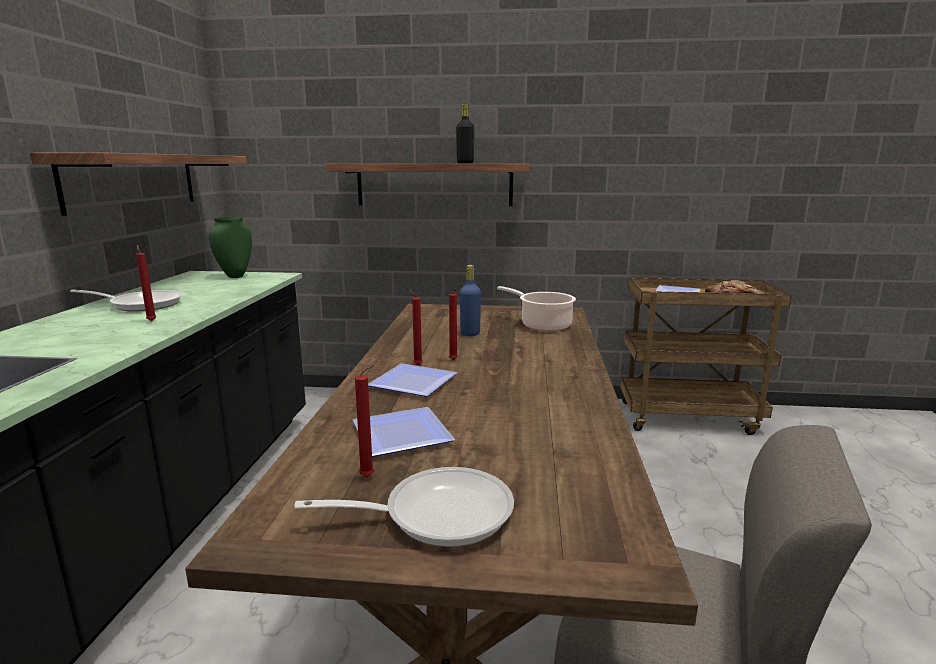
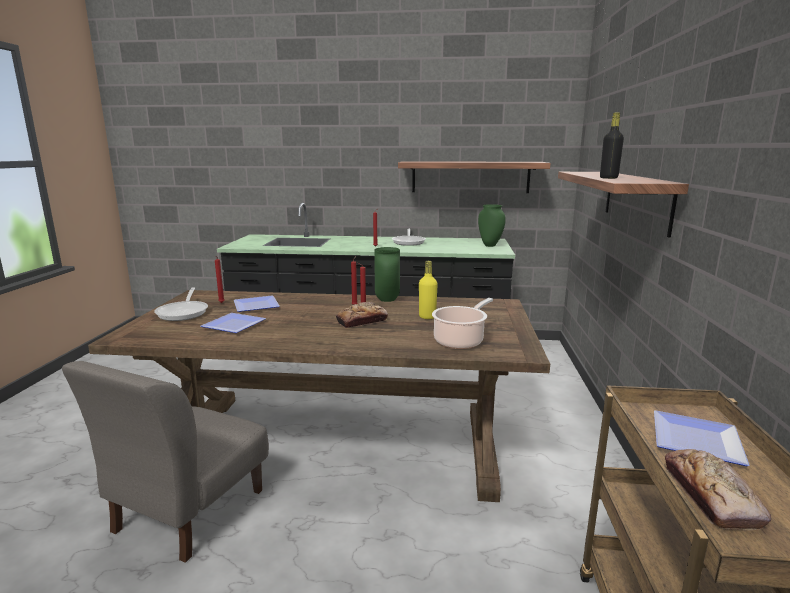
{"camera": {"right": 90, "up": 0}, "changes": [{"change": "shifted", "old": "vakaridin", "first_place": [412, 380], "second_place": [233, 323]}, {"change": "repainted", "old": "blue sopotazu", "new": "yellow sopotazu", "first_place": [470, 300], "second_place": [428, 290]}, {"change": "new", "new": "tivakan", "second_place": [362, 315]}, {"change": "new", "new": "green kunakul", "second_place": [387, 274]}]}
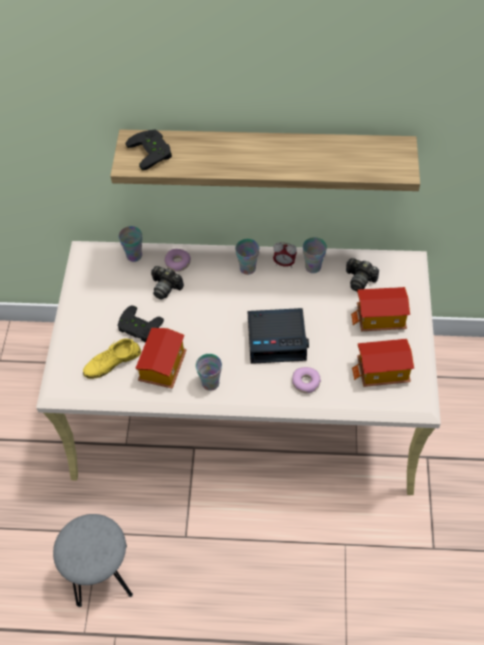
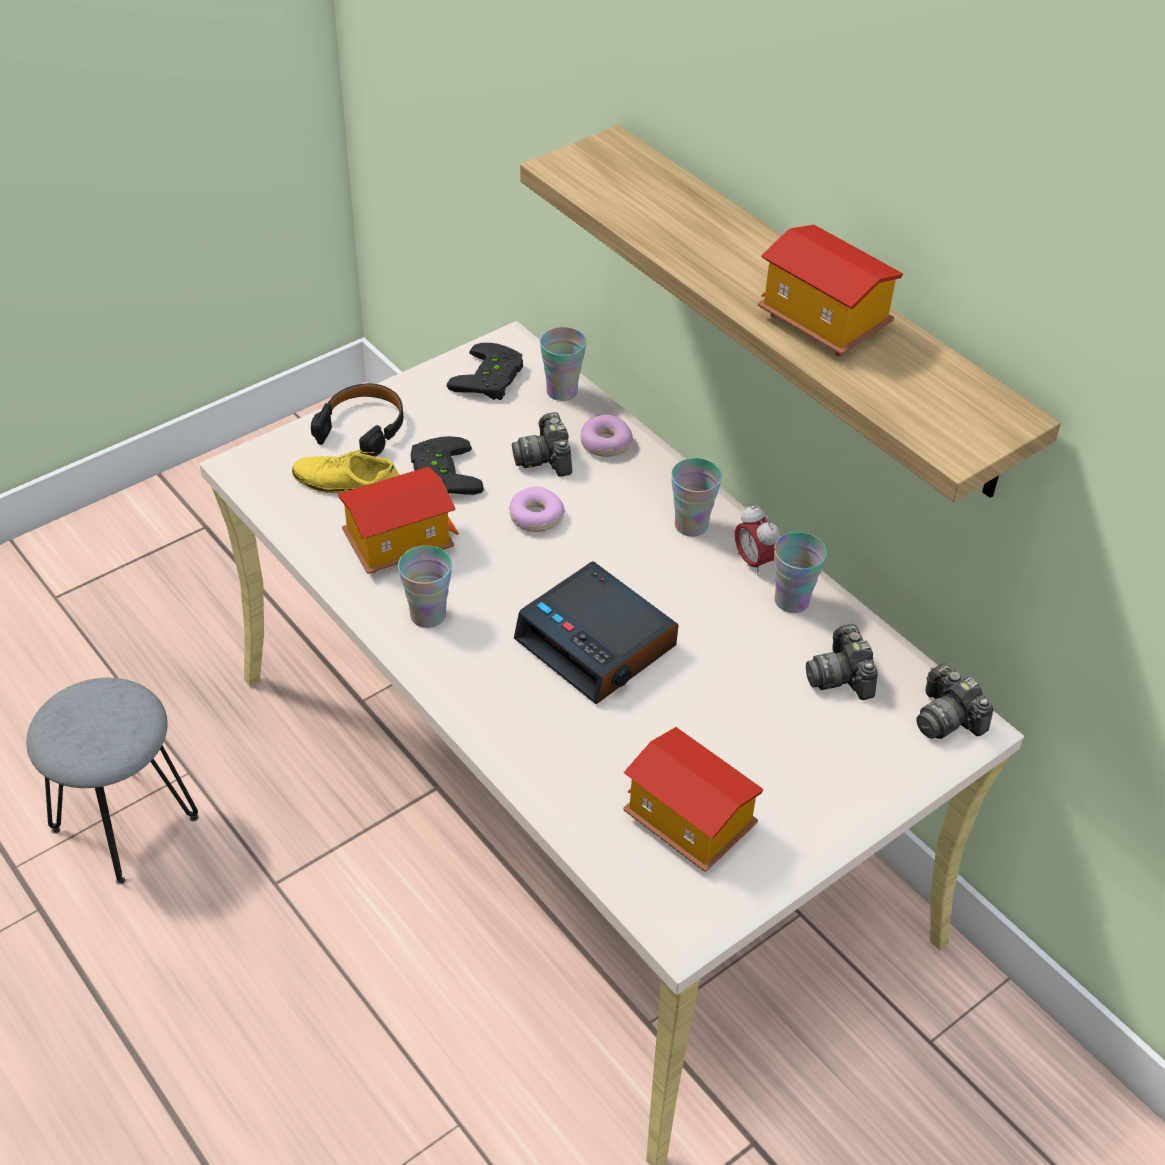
{"camera": {"right": 45, "up": -10}, "changes": [{"change": "shifted", "old": "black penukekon", "first_place": [149, 149], "second_place": [485, 371]}, {"change": "shifted", "old": "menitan", "first_place": [306, 380], "second_place": [537, 509]}, {"change": "shifted", "old": "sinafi", "first_place": [380, 309], "second_place": [831, 290]}, {"change": "new", "new": "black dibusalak", "second_place": [357, 420]}, {"change": "new", "new": "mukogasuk", "second_place": [955, 701]}]}
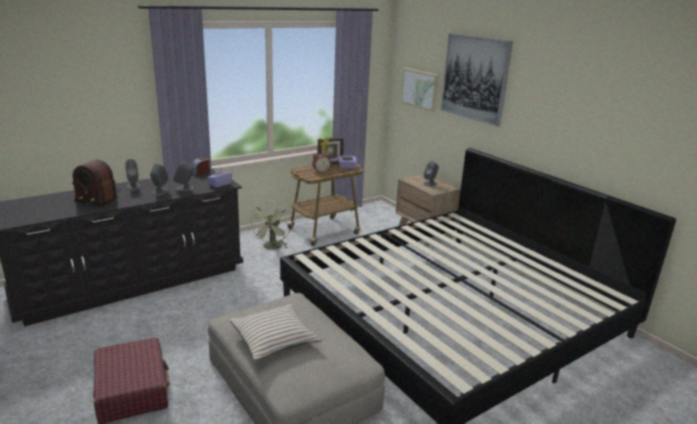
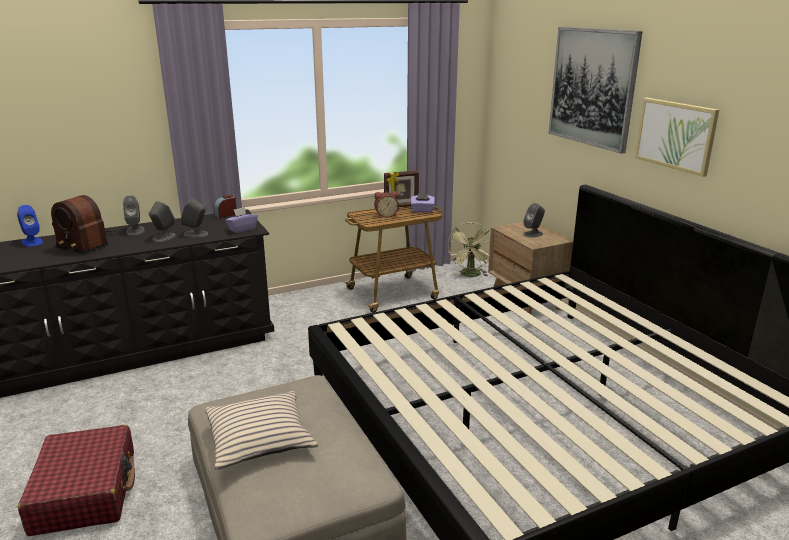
{"camera": {"right": 10, "up": 0}, "changes": [{"change": "shifted", "old": "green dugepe", "first_place": [270, 226], "second_place": [469, 249]}, {"change": "shifted", "old": "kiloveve", "first_place": [420, 90], "second_place": [677, 137]}, {"change": "new", "new": "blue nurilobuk", "second_place": [30, 226]}]}
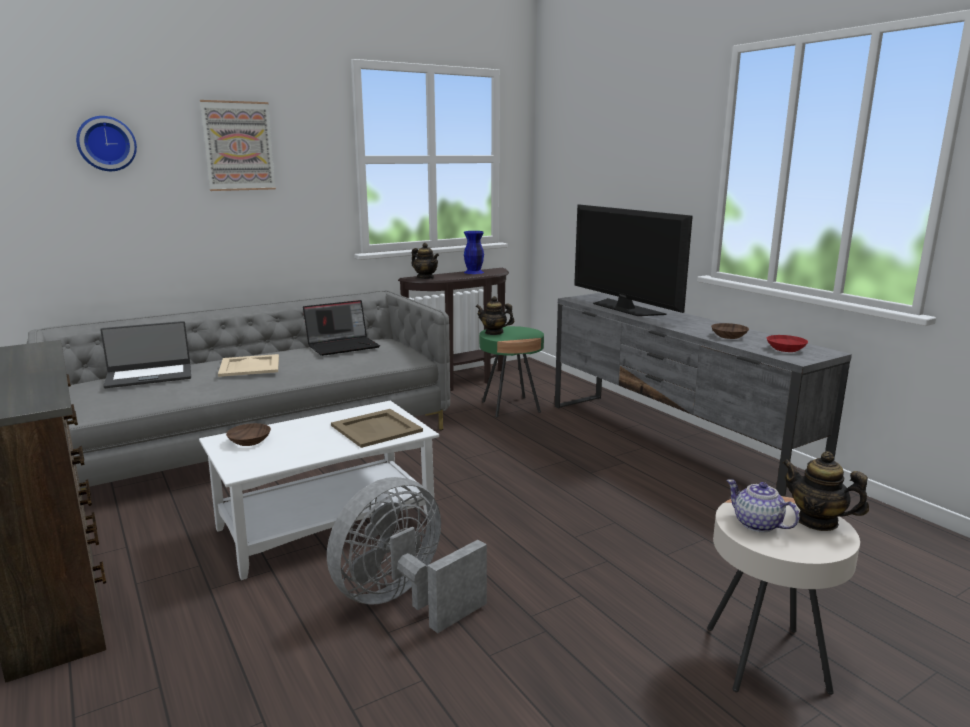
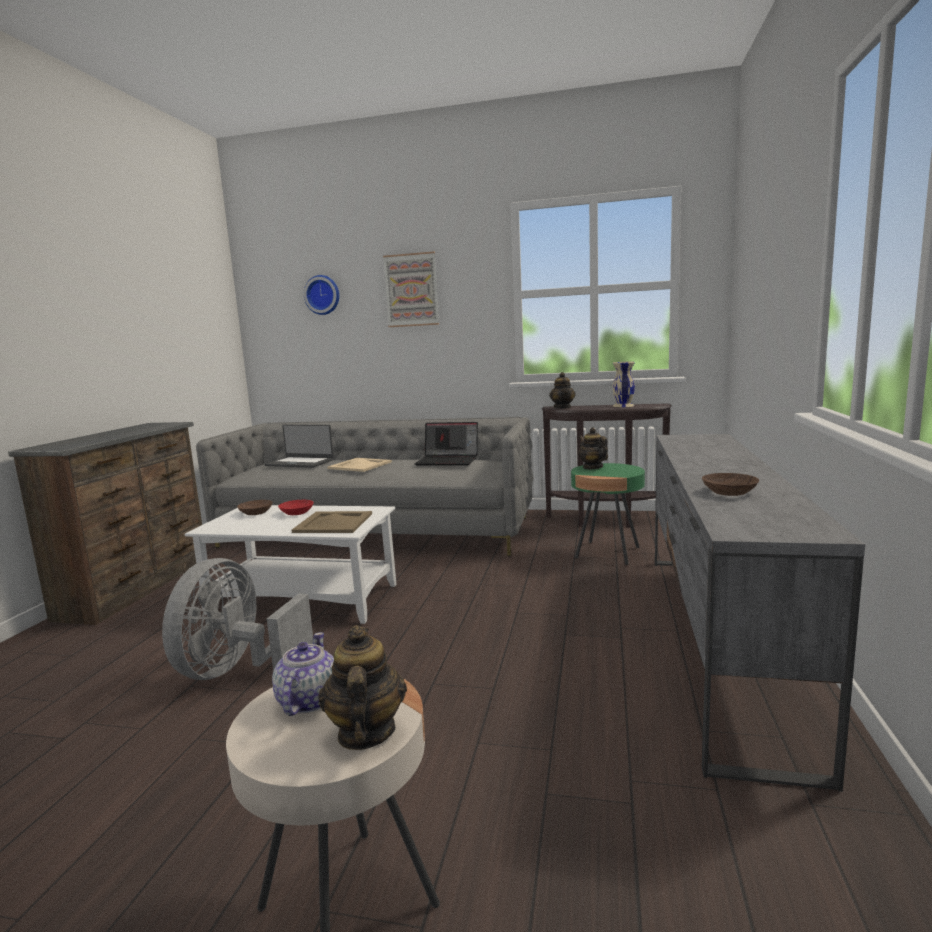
{"camera": {"right": 45, "up": -5}, "changes": [{"change": "rotated", "old": "grey dugepe", "first_place": [407, 555], "second_place": [237, 619], "degrees": -75}, {"change": "repainted", "old": "blue kunakul", "new": "beige kunakul", "first_place": [474, 252], "second_place": [623, 384]}, {"change": "gone", "old": "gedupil", "first_place": [633, 260]}, {"change": "shifted", "old": "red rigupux", "first_place": [787, 343], "second_place": [296, 507]}]}
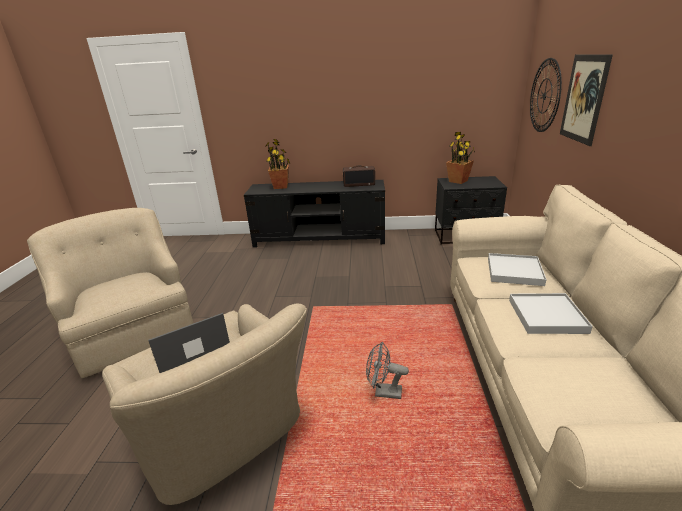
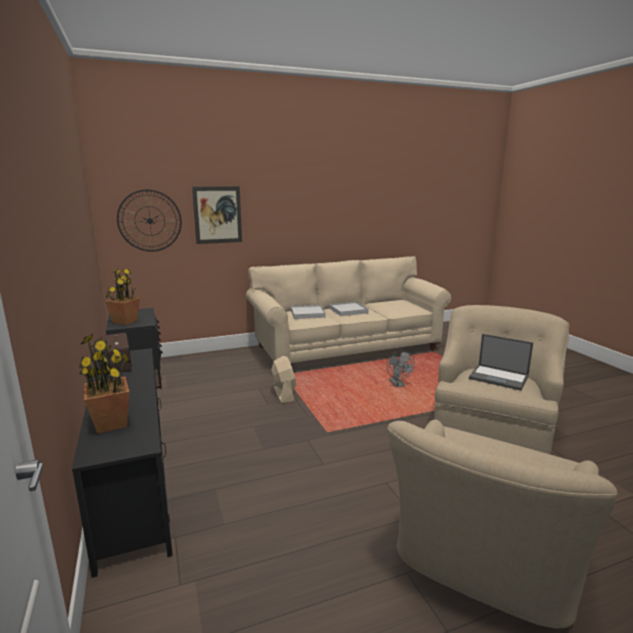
{"camera": {"right": -115, "up": -10}, "changes": [{"change": "new", "new": "beige dugepe", "second_place": [283, 379]}]}
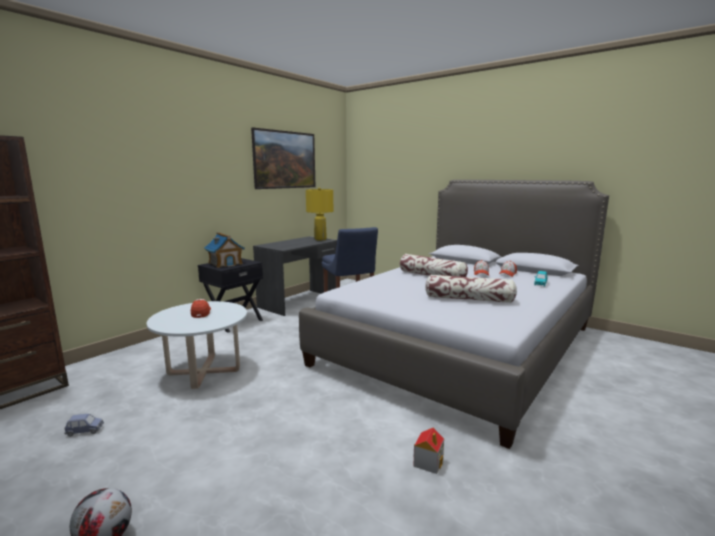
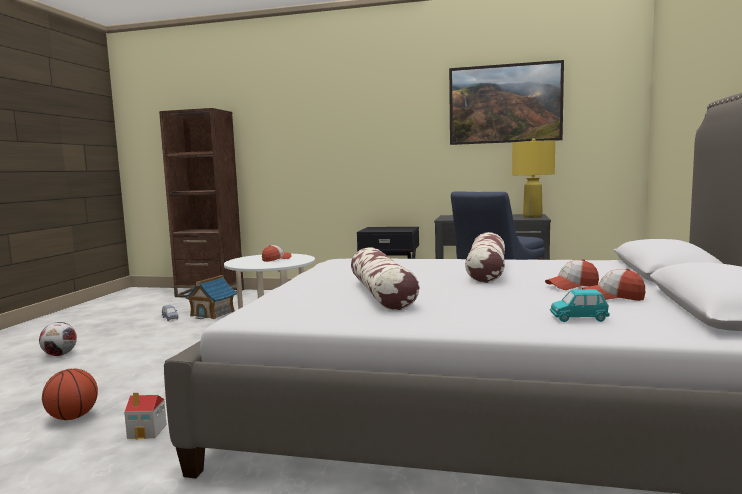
{"camera": {"right": 65, "up": -5}, "changes": [{"change": "shifted", "old": "sinafi", "first_place": [224, 250], "second_place": [211, 297]}, {"change": "new", "new": "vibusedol", "second_place": [70, 394]}]}
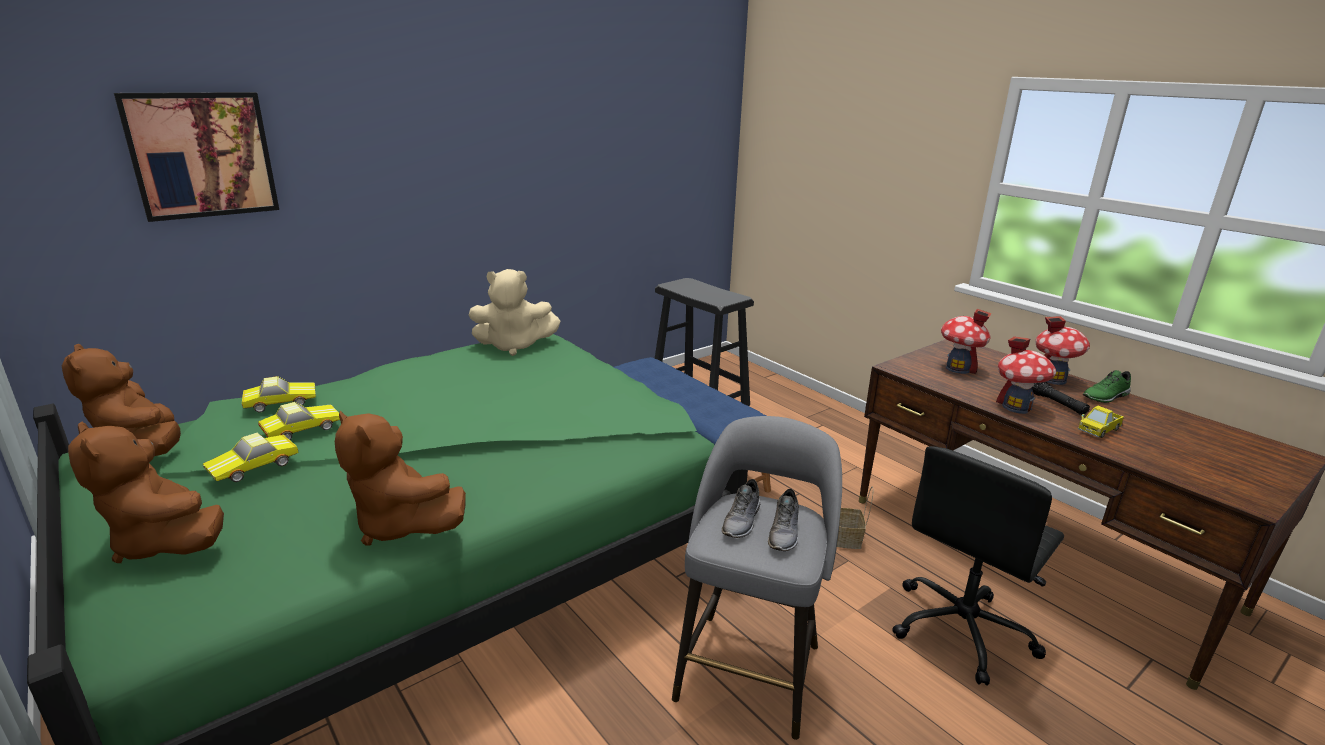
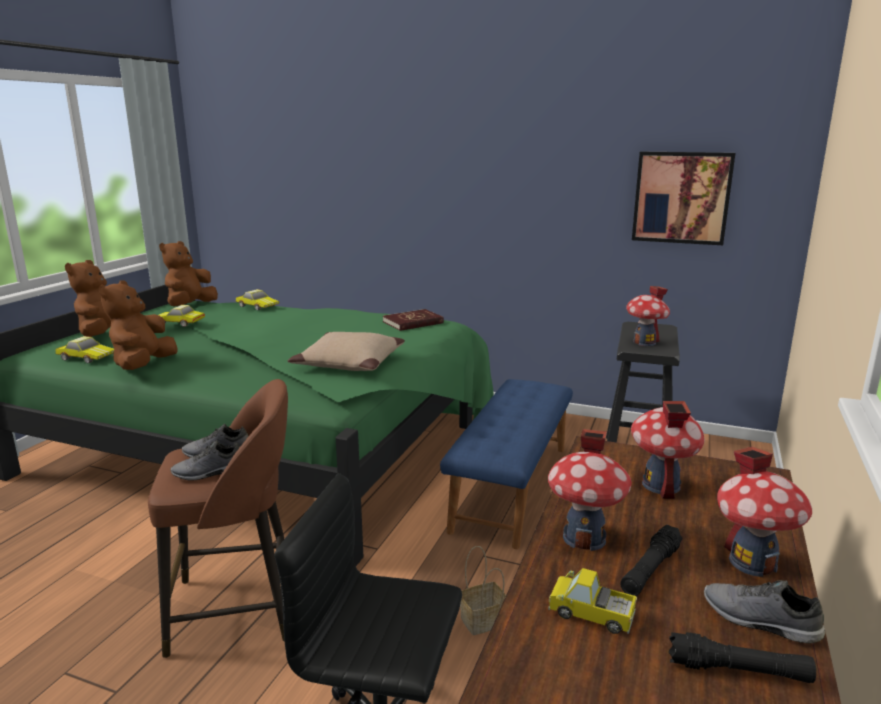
{"camera": {"right": 60, "up": -5}, "changes": [{"change": "shifted", "old": "kiloveve", "first_place": [196, 157], "second_place": [683, 198]}, {"change": "shifted", "old": "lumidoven", "first_place": [299, 421], "second_place": [84, 349]}, {"change": "swapped", "old": "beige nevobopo", "new": "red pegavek", "first_place": [515, 312], "second_place": [413, 320]}, {"change": "repainted", "old": "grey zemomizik", "new": "brown zemomizik", "first_place": [757, 578], "second_place": [218, 518]}, {"change": "repainted", "old": "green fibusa", "new": "grey fibusa", "first_place": [1107, 386], "second_place": [764, 612]}, {"change": "new", "new": "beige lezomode", "second_place": [346, 351]}, {"change": "new", "new": "sinafi", "second_place": [648, 316]}, {"change": "new", "new": "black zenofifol", "second_place": [742, 657]}]}
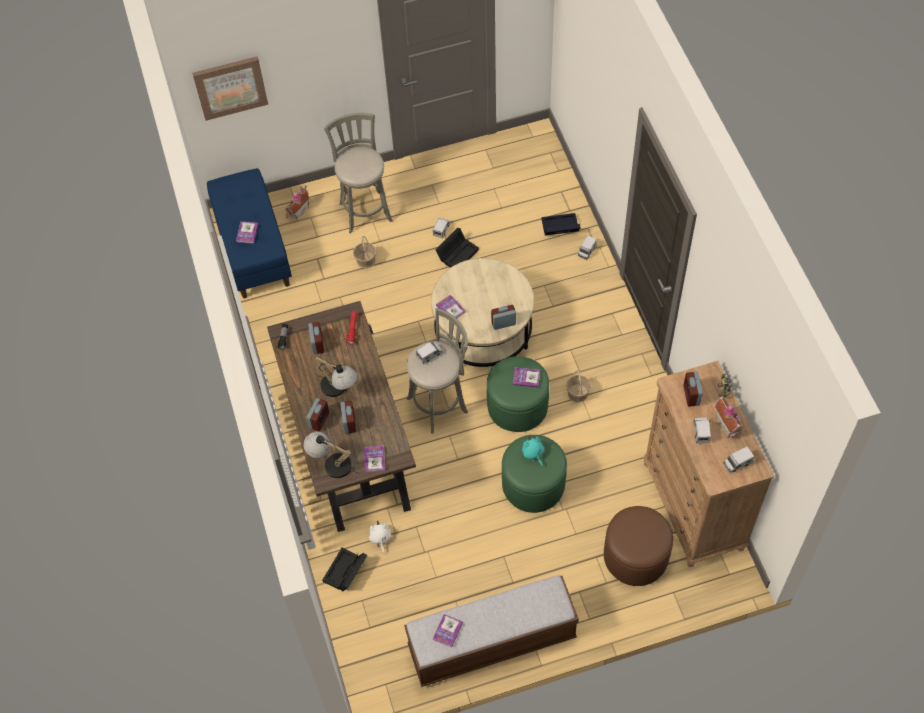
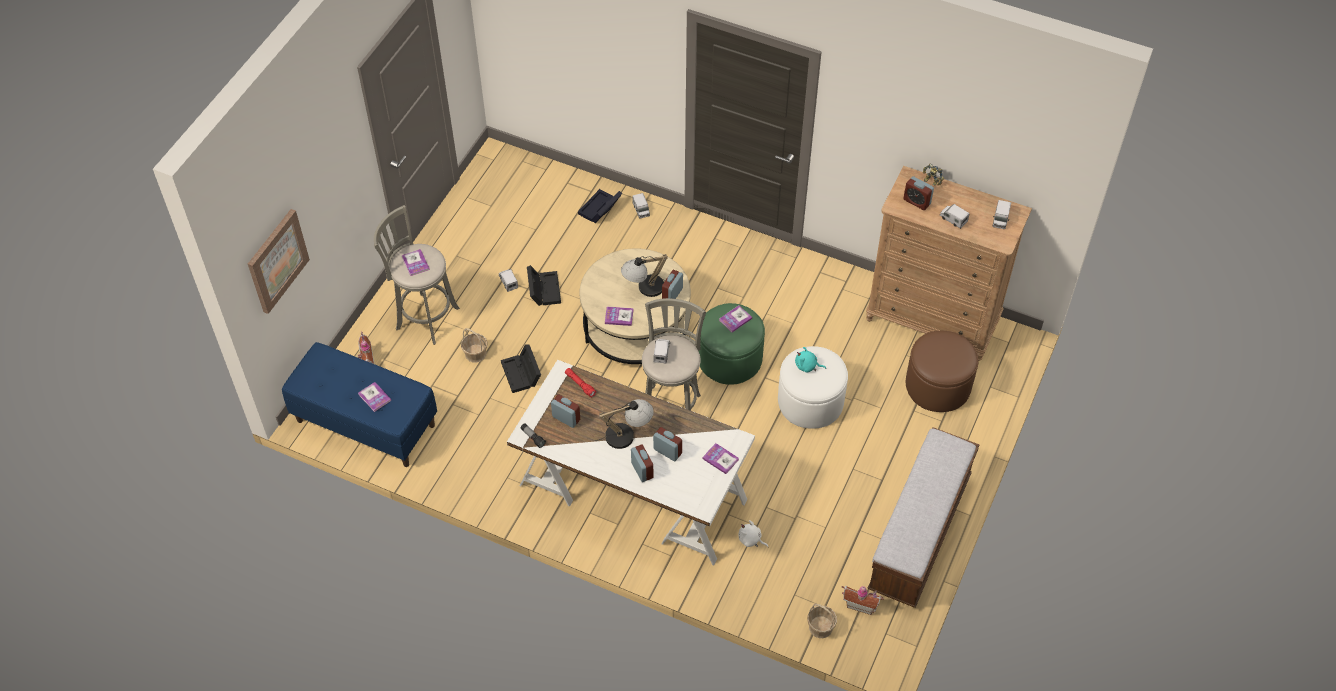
{"camera": {"right": -50, "up": -5}, "changes": [{"change": "repainted", "old": "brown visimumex", "new": "white visimumex", "first_place": [341, 416], "second_place": [631, 462]}, {"change": "shifted", "old": "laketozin", "first_place": [331, 455], "second_place": [644, 275]}, {"change": "shifted", "old": "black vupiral", "first_place": [344, 569], "second_place": [521, 368]}, {"change": "shifted", "old": "pegavek", "first_place": [448, 630], "second_place": [416, 262]}, {"change": "repainted", "old": "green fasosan", "new": "white fasosan", "first_place": [534, 474], "second_place": [813, 387]}, {"change": "shifted", "old": "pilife", "first_place": [578, 386], "second_place": [822, 621]}, {"change": "shifted", "old": "sinafi", "first_place": [729, 416], "second_place": [863, 600]}]}
